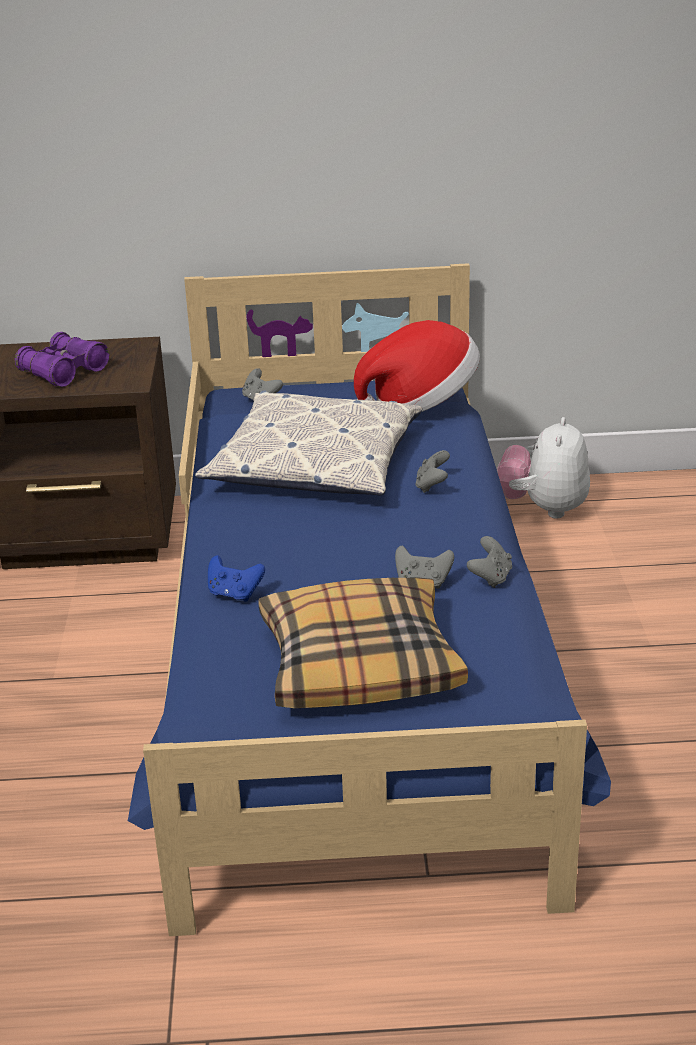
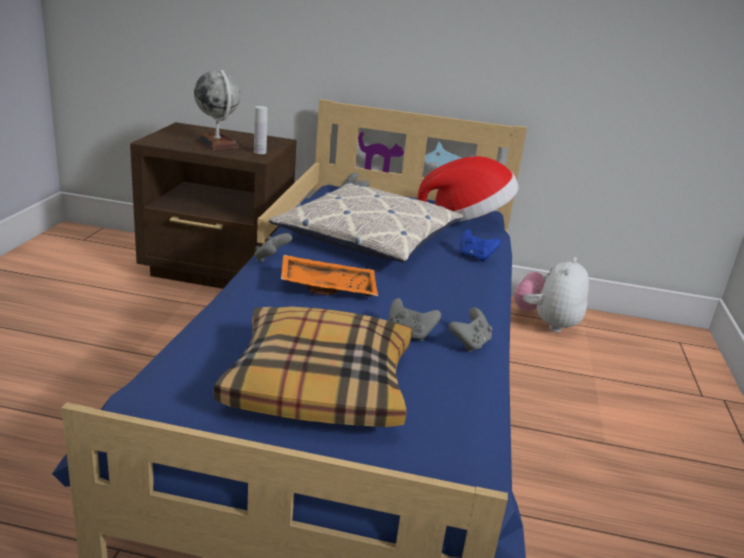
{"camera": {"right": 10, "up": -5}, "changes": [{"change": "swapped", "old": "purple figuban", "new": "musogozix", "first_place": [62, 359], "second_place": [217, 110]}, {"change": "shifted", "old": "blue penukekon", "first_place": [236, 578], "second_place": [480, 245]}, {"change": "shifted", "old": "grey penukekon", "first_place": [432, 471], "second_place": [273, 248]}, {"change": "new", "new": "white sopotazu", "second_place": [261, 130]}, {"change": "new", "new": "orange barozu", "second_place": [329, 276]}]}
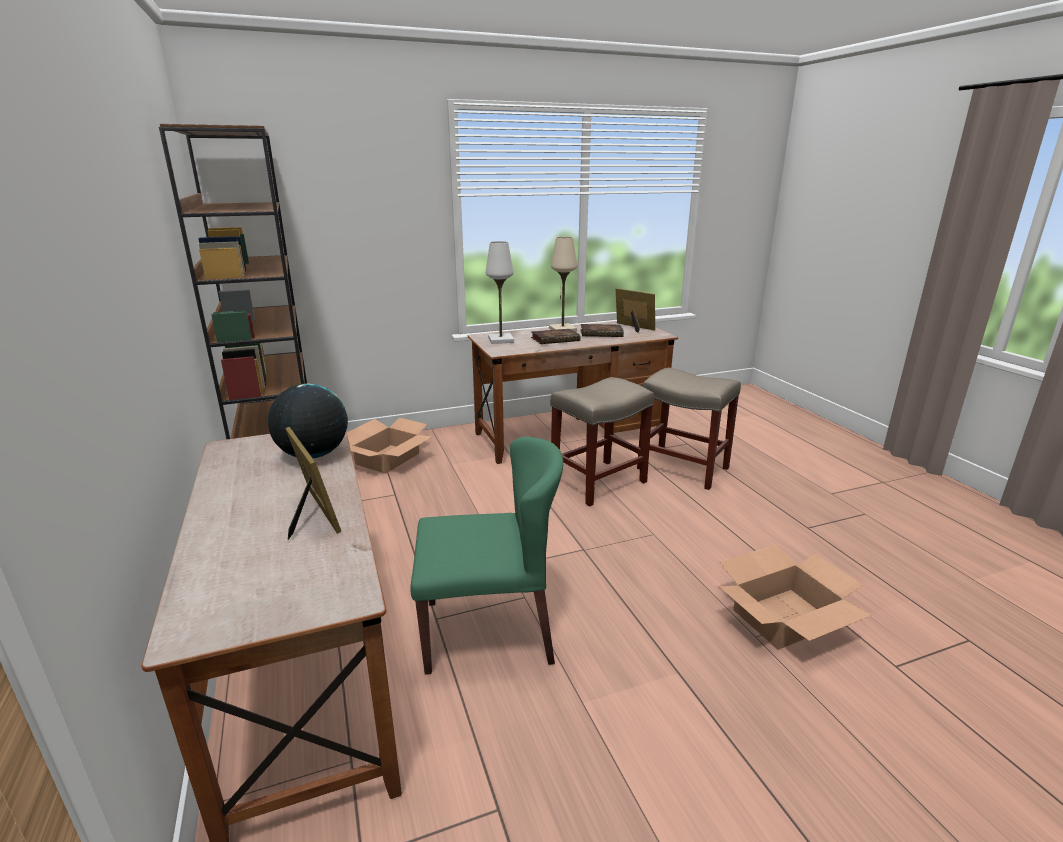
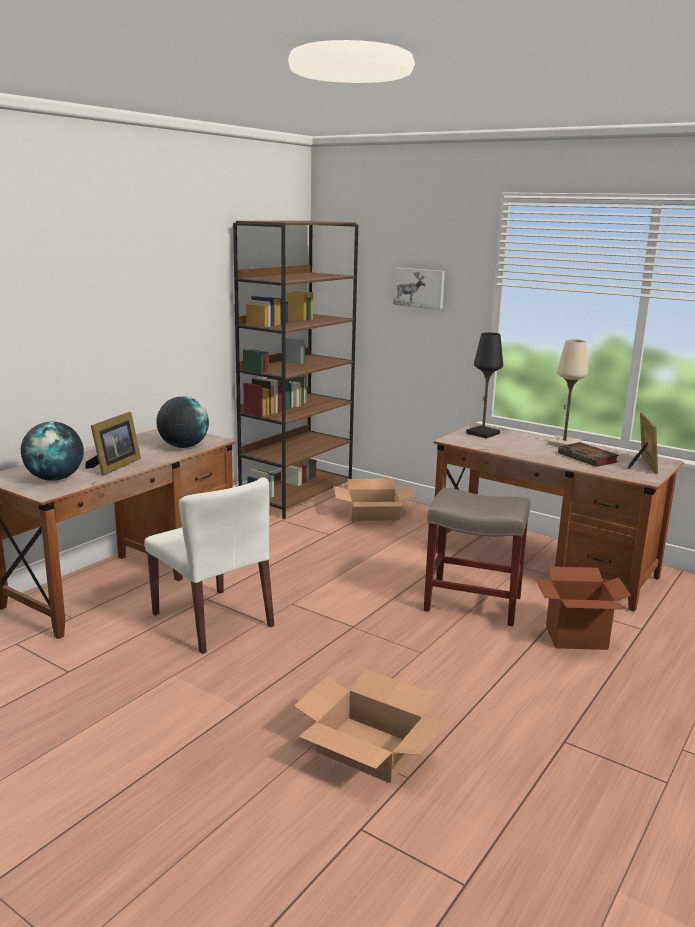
{"camera": {"right": 55, "up": -5}, "changes": [{"change": "repainted", "old": "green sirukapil", "new": "white sirukapil", "first_place": [486, 556], "second_place": [209, 565]}, {"change": "repainted", "old": "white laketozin", "new": "black laketozin", "first_place": [500, 292], "second_place": [484, 385]}, {"change": "gone", "old": "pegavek", "first_place": [556, 336]}, {"change": "swapped", "old": "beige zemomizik", "new": "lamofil", "first_place": [689, 429], "second_place": [583, 608]}, {"change": "new", "new": "musogozix", "second_place": [52, 451]}, {"change": "new", "new": "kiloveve", "second_place": [419, 289]}]}
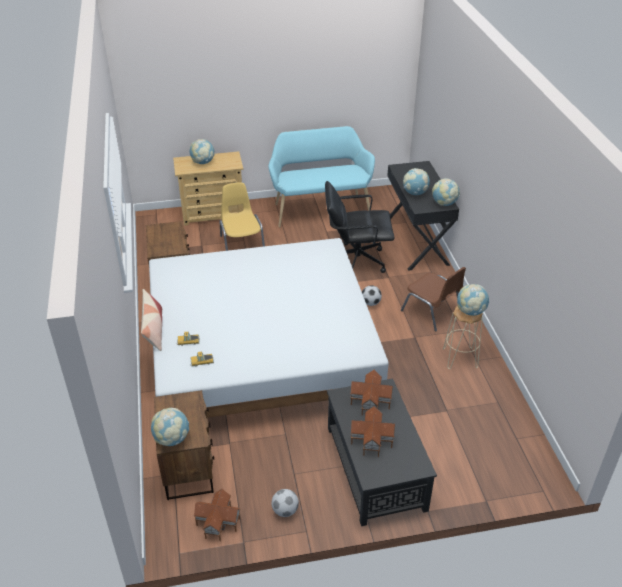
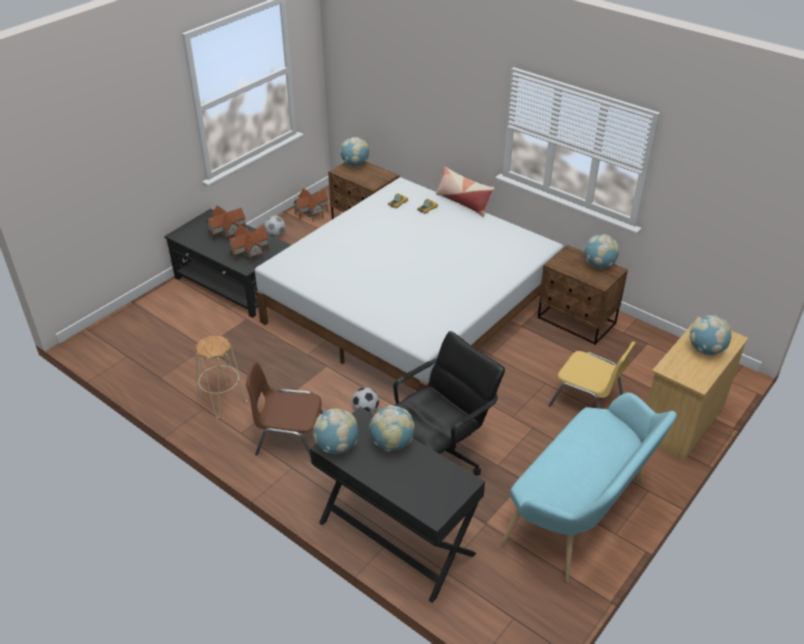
{"camera": {"right": 140, "up": 0}, "changes": [{"change": "shifted", "old": "musogozix", "first_place": [473, 300], "second_place": [602, 251]}]}
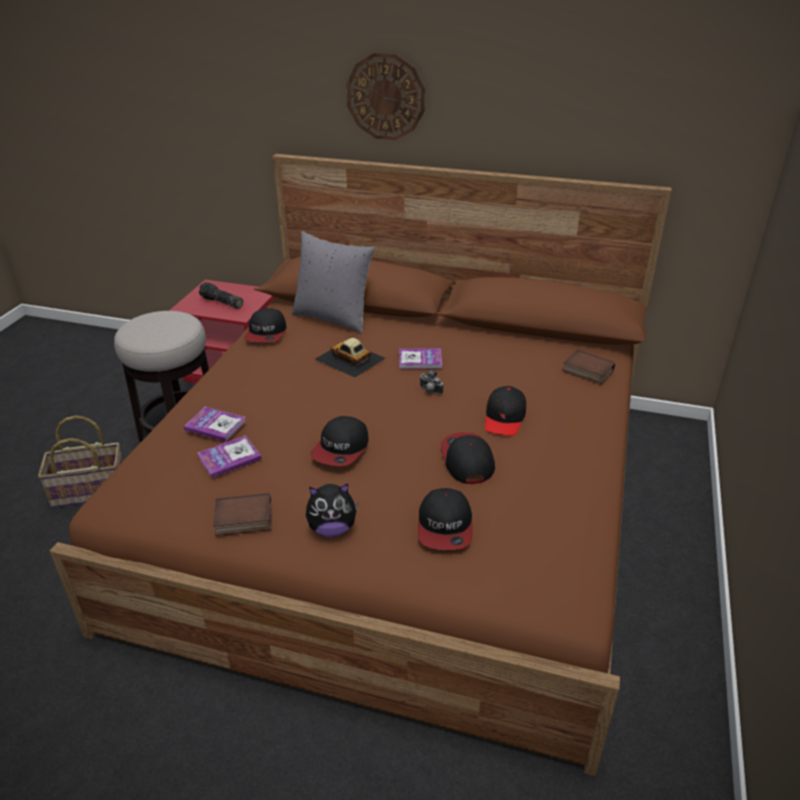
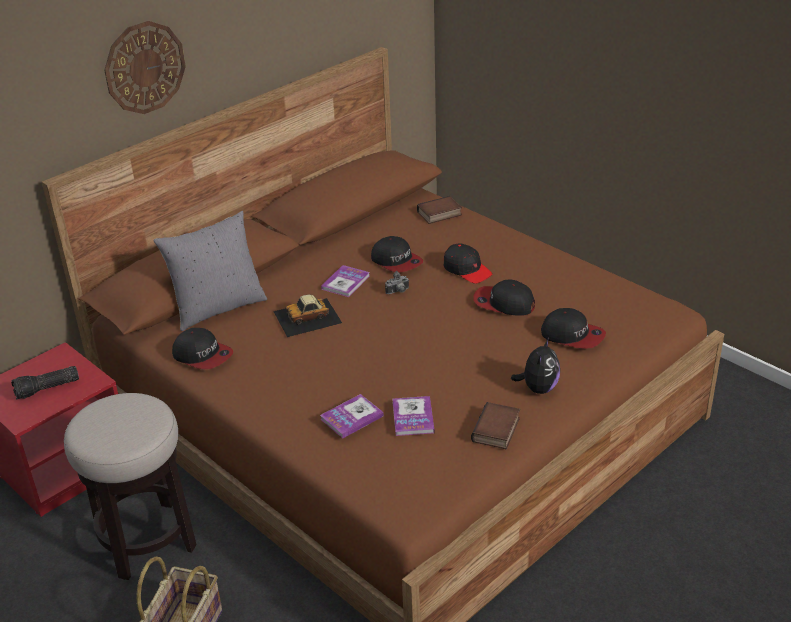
{"camera": {"right": -60, "up": 0}, "changes": [{"change": "shifted", "old": "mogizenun", "first_place": [339, 441], "second_place": [397, 254]}]}
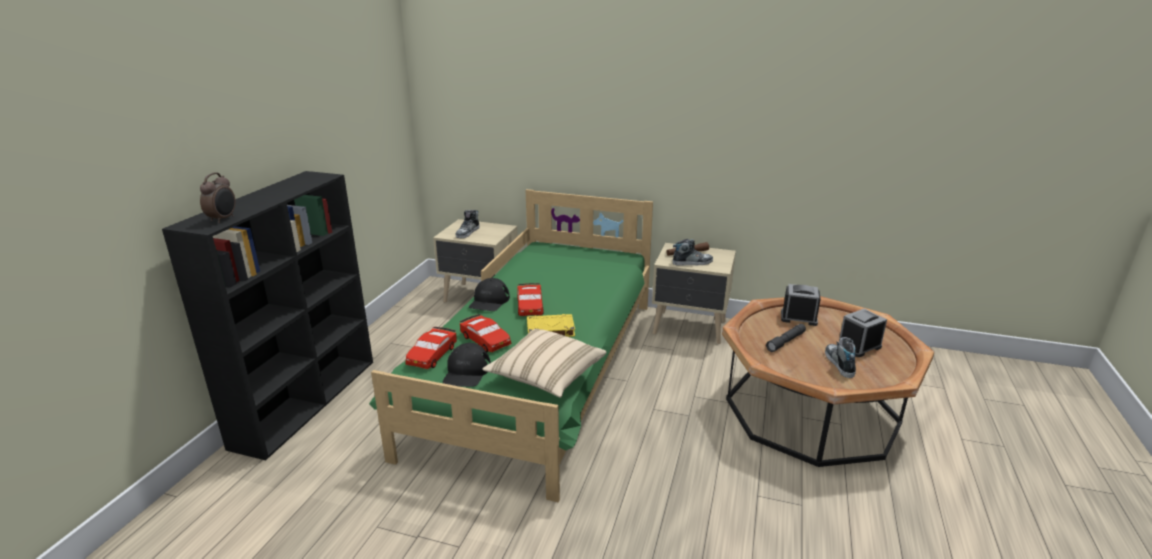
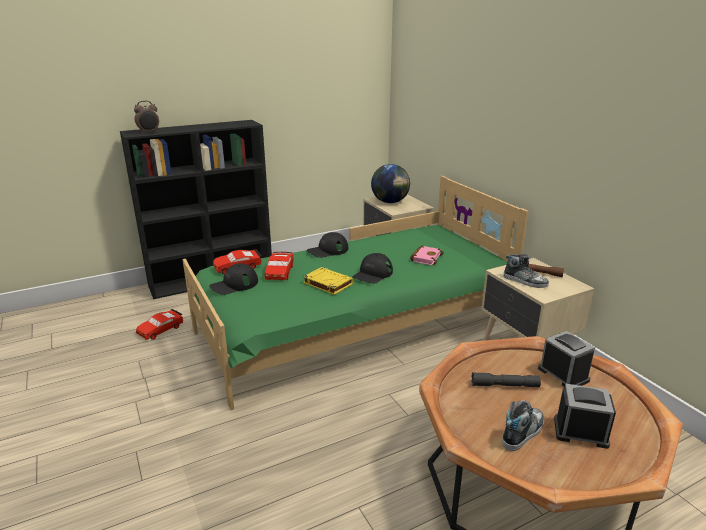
{"camera": {"right": 45, "up": 0}, "changes": [{"change": "swapped", "old": "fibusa", "new": "musogozix", "first_place": [467, 224], "second_place": [390, 183]}, {"change": "gone", "old": "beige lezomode", "first_place": [544, 363]}, {"change": "shifted", "old": "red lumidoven", "first_place": [530, 299], "second_place": [159, 324]}, {"change": "new", "new": "black mogizenun", "second_place": [372, 268]}, {"change": "new", "new": "pink pegavek", "second_place": [427, 255]}]}
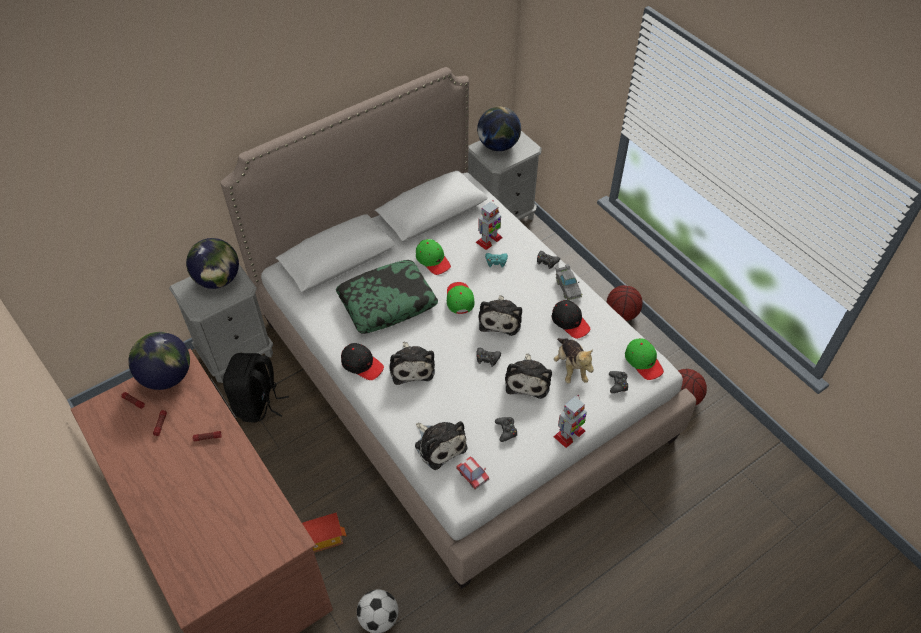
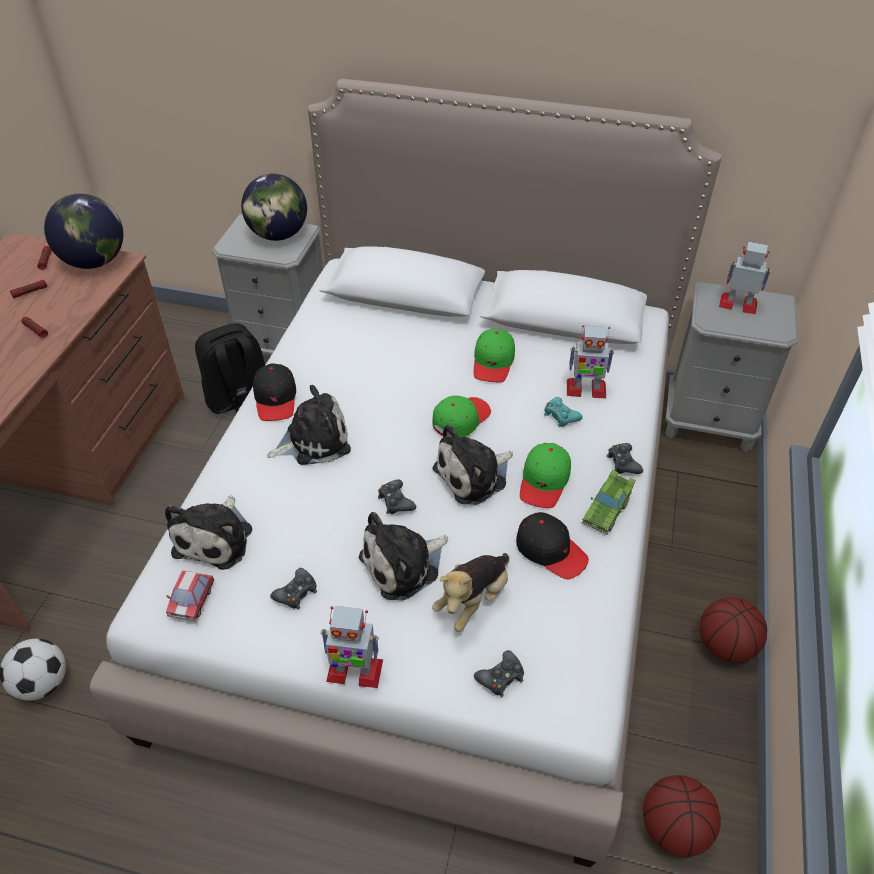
{"camera": {"right": 50, "up": -5}, "changes": [{"change": "gone", "old": "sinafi", "first_place": [324, 532]}, {"change": "gone", "old": "lezomode", "first_place": [387, 297]}, {"change": "rotated", "old": "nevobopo", "first_place": [412, 363], "second_place": [309, 425], "degrees": -150}, {"change": "swapped", "old": "musogozix", "new": "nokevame", "first_place": [499, 129], "second_place": [745, 278]}, {"change": "rotated", "old": "black mogizenun", "first_place": [571, 319], "second_place": [552, 545], "degrees": -60}, {"change": "repainted", "old": "grey lumidoven", "new": "green lumidoven", "first_place": [568, 282], "second_place": [609, 502]}, {"change": "shifted", "old": "green mogizenun", "first_place": [644, 359], "second_place": [545, 475]}]}
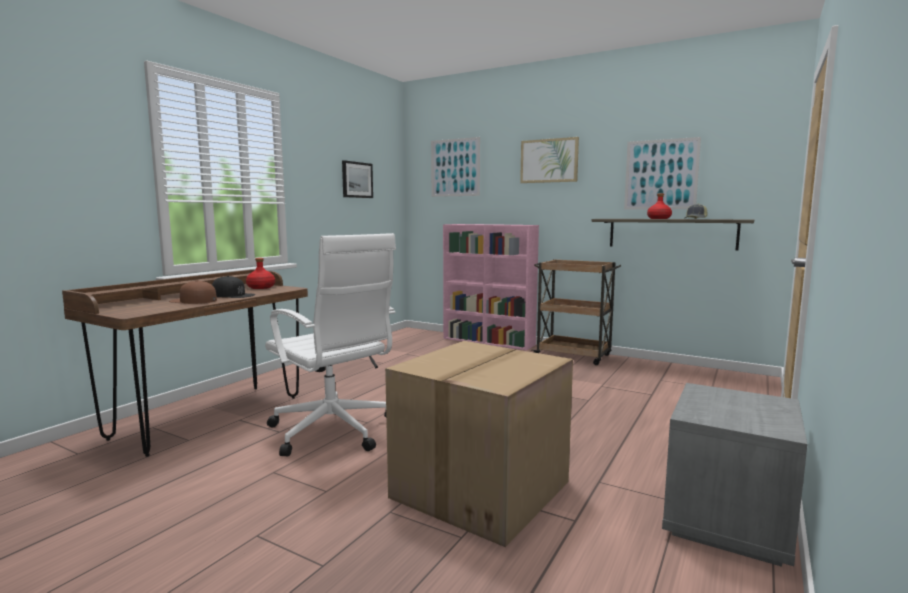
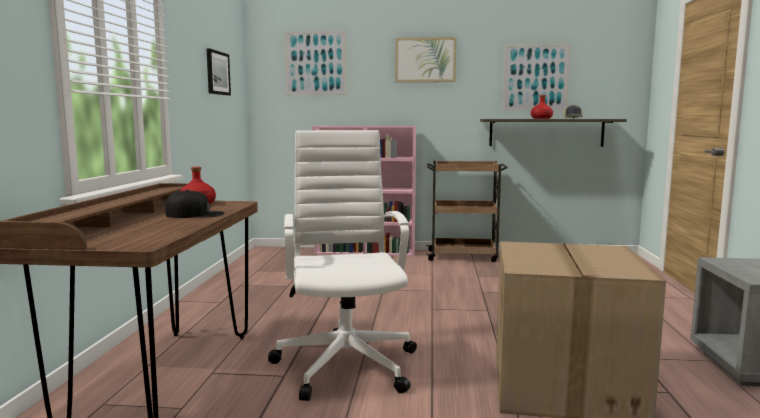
{"camera": {"right": -25, "up": 0}, "changes": [{"change": "gone", "old": "brown mogizenun", "first_place": [193, 292]}, {"change": "rotated", "old": "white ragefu", "first_place": [330, 345], "second_place": [342, 265], "degrees": -120}]}
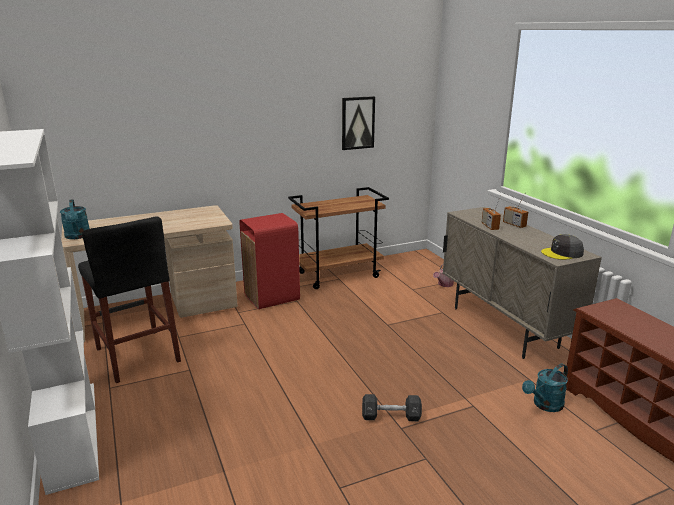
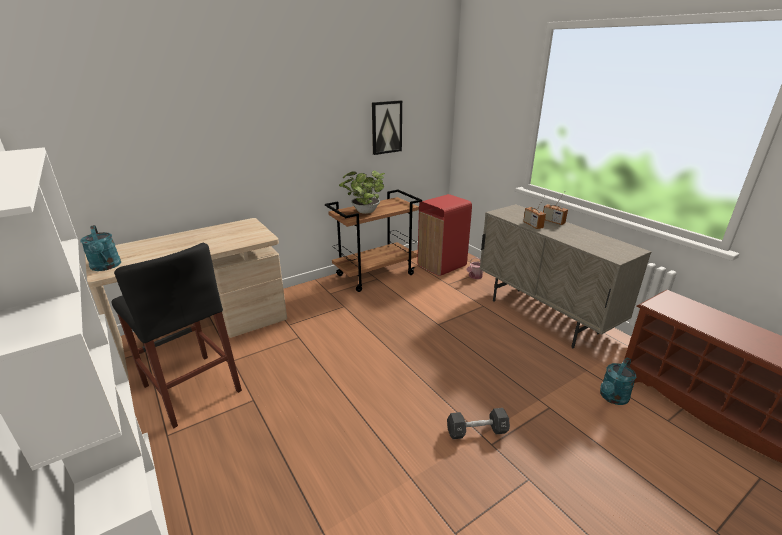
{"camera": {"right": -10, "up": 5}, "changes": [{"change": "shifted", "old": "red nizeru", "first_place": [269, 261], "second_place": [444, 235]}, {"change": "gone", "old": "grey mogizenun", "first_place": [562, 247]}, {"change": "new", "new": "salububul", "second_place": [362, 192]}]}
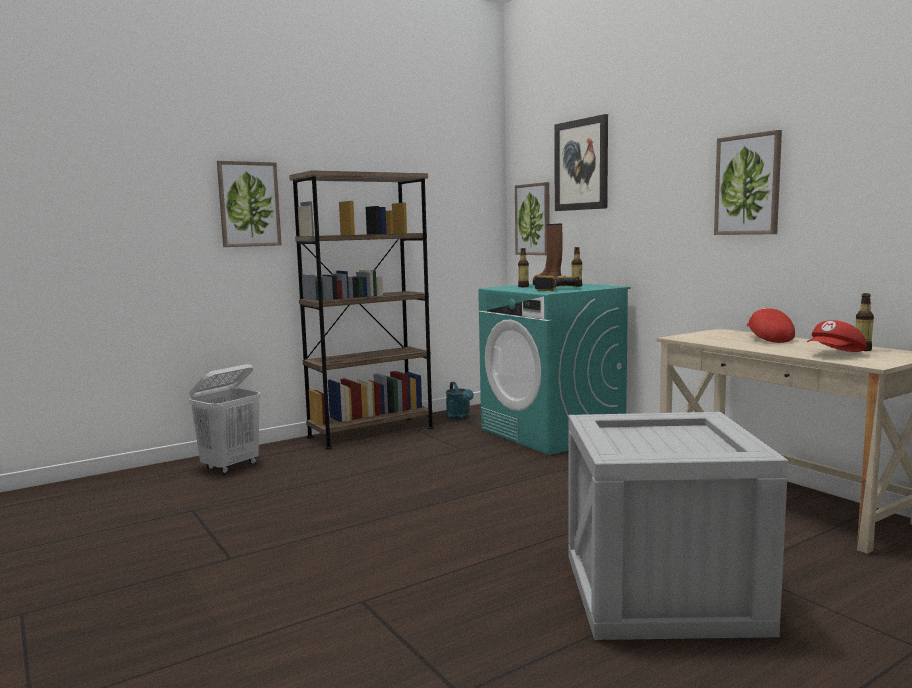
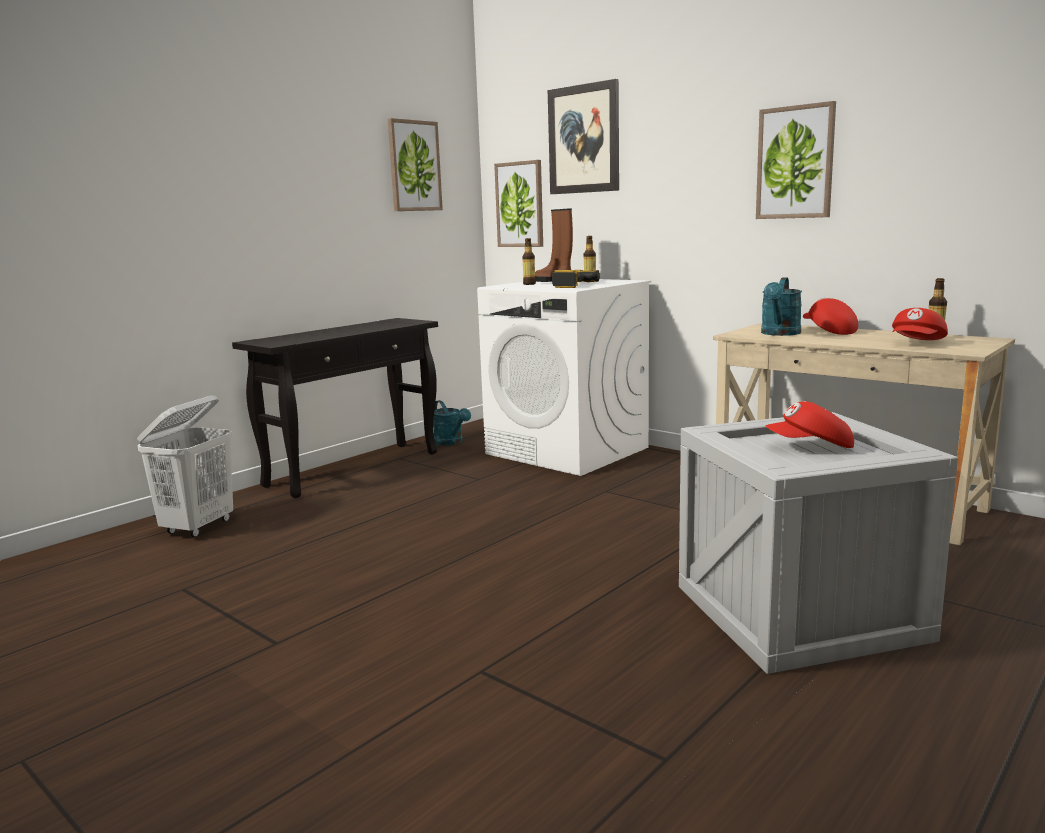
{"camera": {"right": -15, "up": 5}, "changes": [{"change": "shifted", "old": "kiloveve", "first_place": [249, 204], "second_place": [415, 164]}, {"change": "swapped", "old": "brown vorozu", "new": "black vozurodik", "first_place": [361, 310], "second_place": [335, 408]}, {"change": "repainted", "old": "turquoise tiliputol", "new": "white tiliputol", "first_place": [554, 369], "second_place": [564, 377]}, {"change": "new", "new": "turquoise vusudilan", "second_place": [781, 307]}, {"change": "new", "new": "red mogizenun", "second_place": [809, 424]}]}
